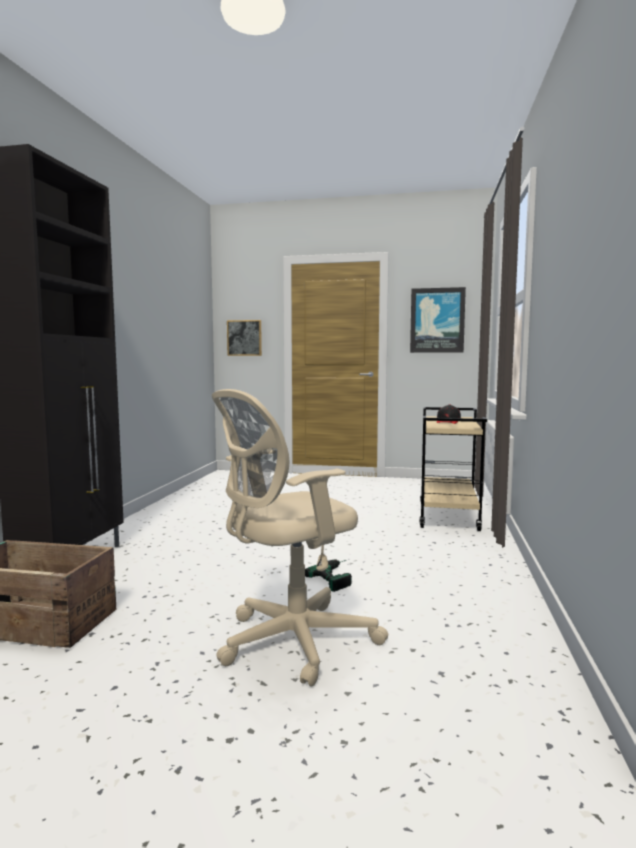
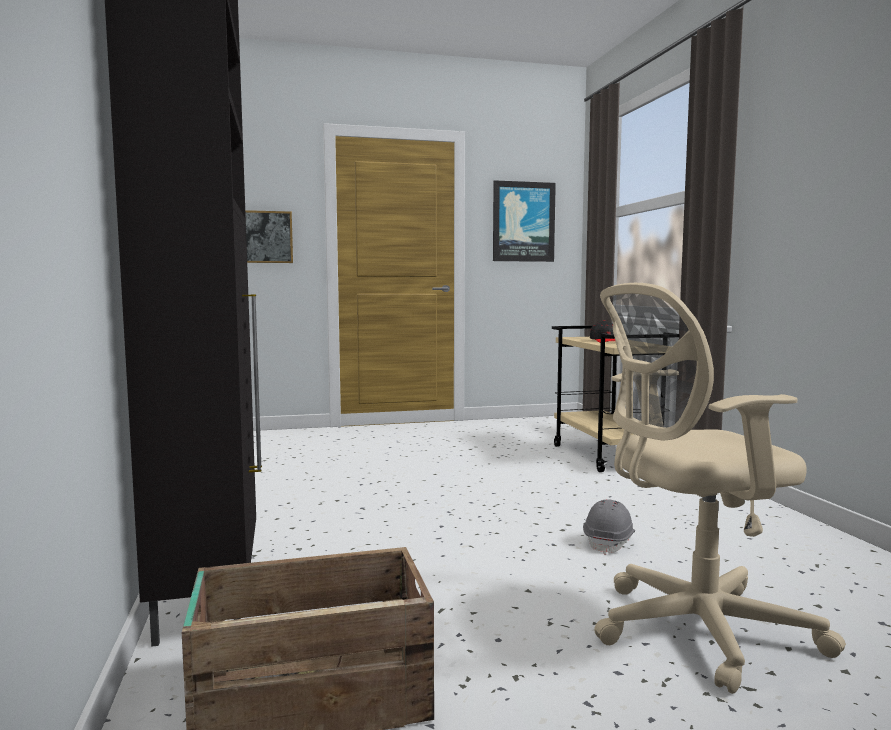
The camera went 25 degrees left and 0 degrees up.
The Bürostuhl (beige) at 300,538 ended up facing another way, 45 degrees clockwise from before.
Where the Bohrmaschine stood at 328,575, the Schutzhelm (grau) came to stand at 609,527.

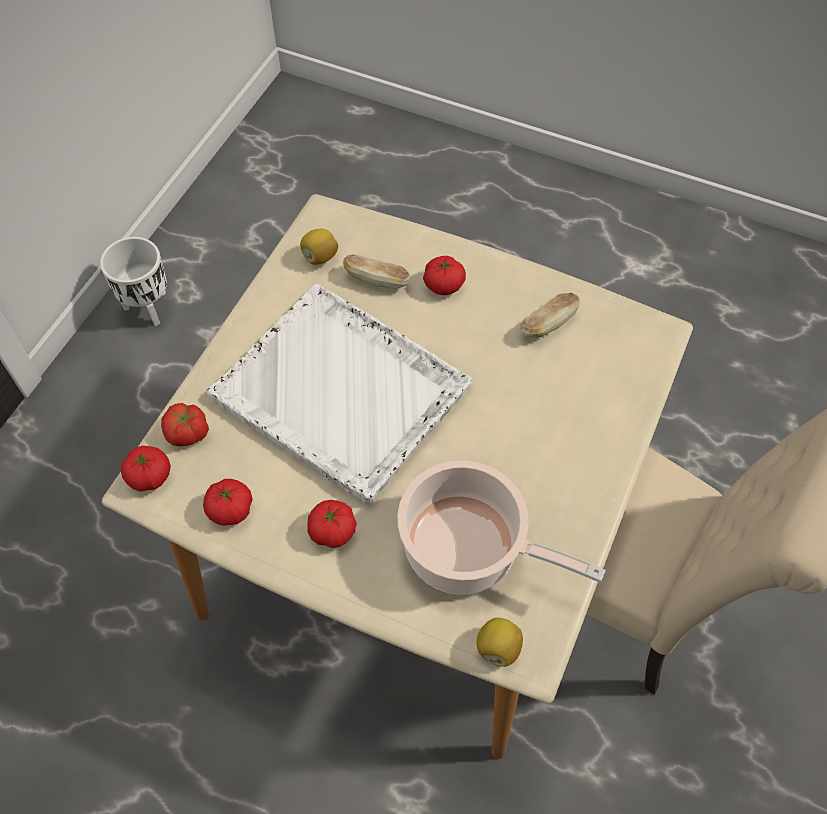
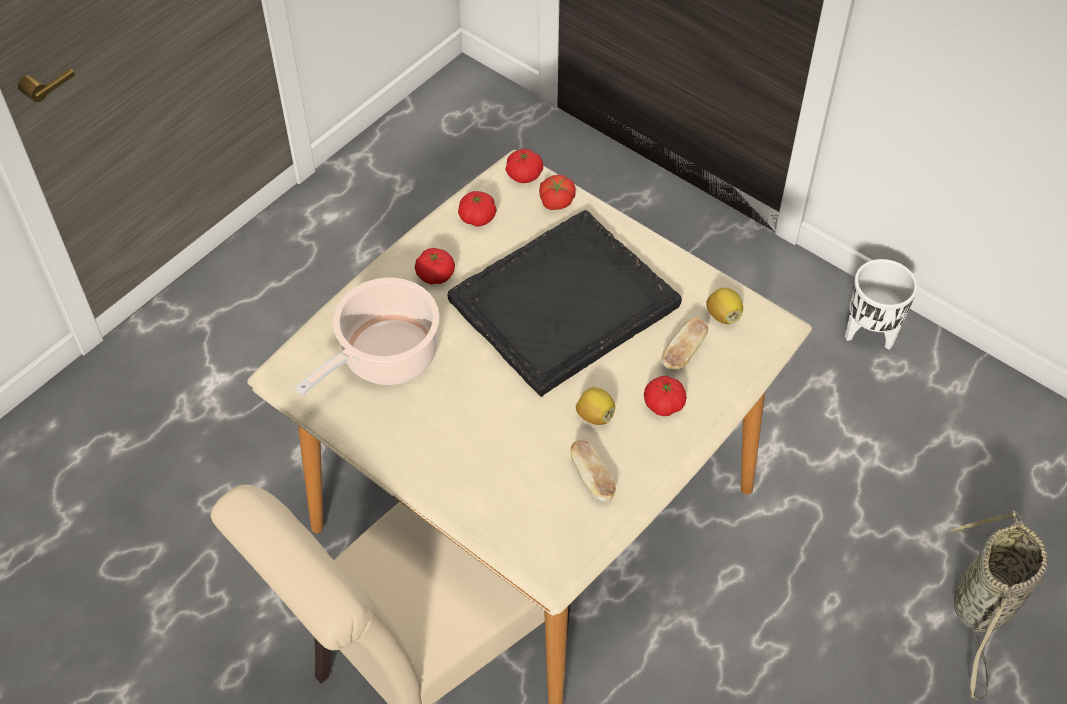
The camera went 105 degrees right and 5 degrees down.
What was the Tablett (weiß) at 339,394 turned into the Tablett (schwarz) at 565,303.
The Zitrone ended up elsewhere, having gone from 500,642 to 595,406.
The second view gained the Korb at 999,605.

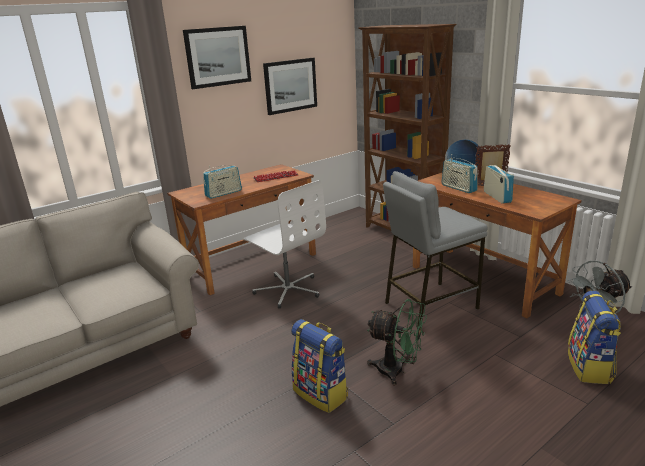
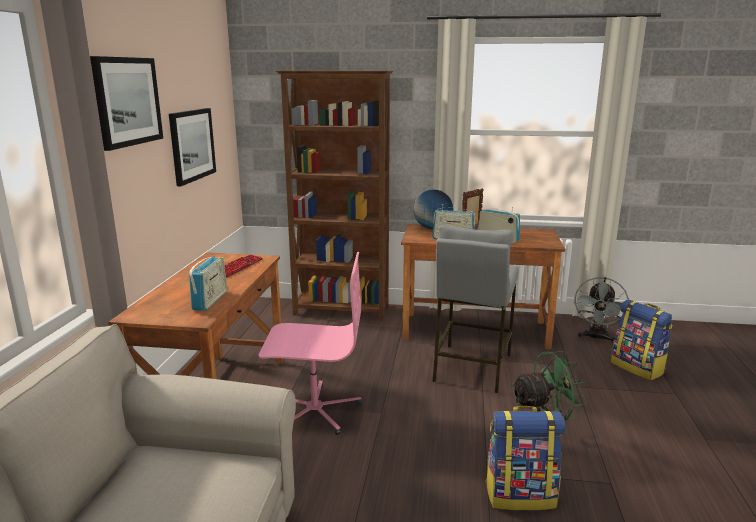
The camera went 45 degrees left and 5 degrees down.
What was the Bürostuhl (weiß) at 284,244 turned into the Bürostuhl (rosa) at 310,343.

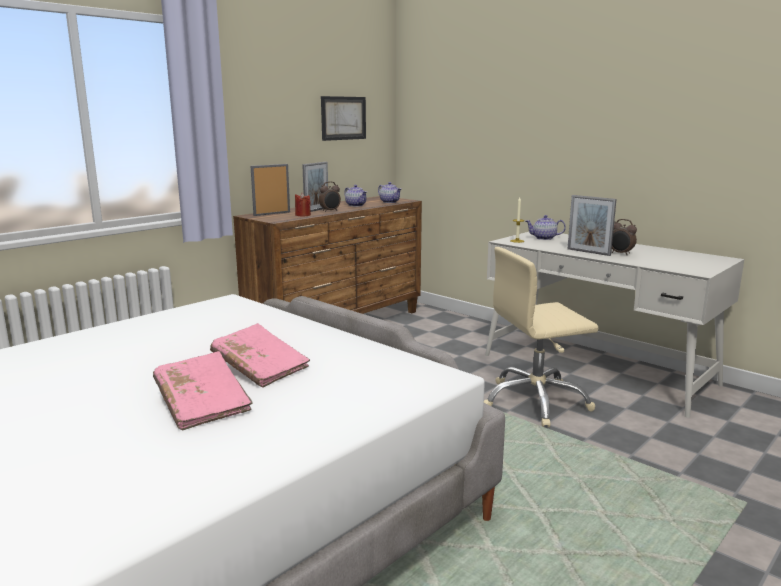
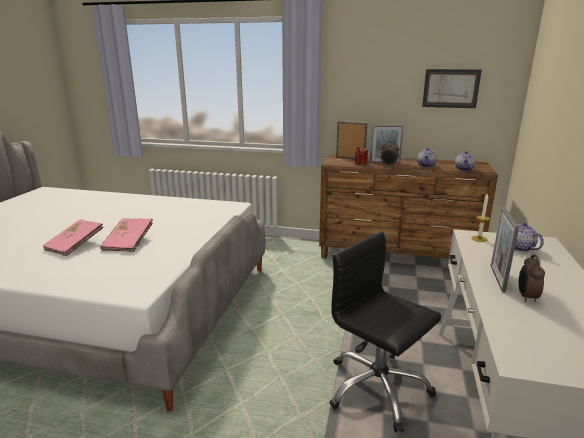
The camera went 60 degrees right and 5 degrees up.
What was the Bürostuhl (beige) at 541,337 turned into the Bürostuhl (schwarz) at 385,332.

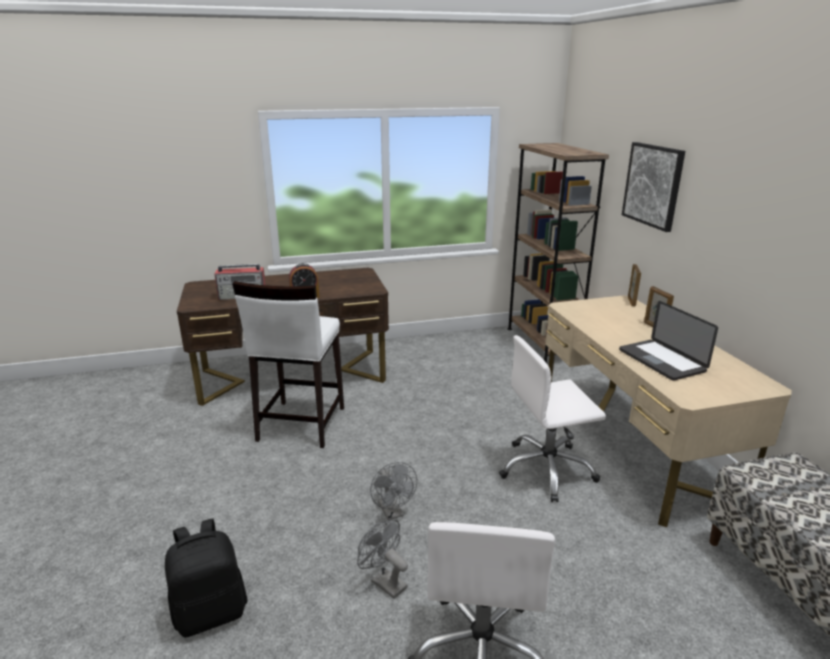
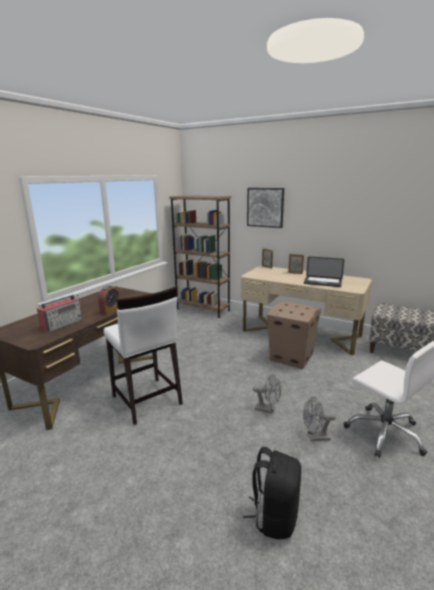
The camera went 45 degrees left and 5 degrees down.
Where the Bürostuhl (weiß) stood at 552,418, the Karton came to stand at 294,335.

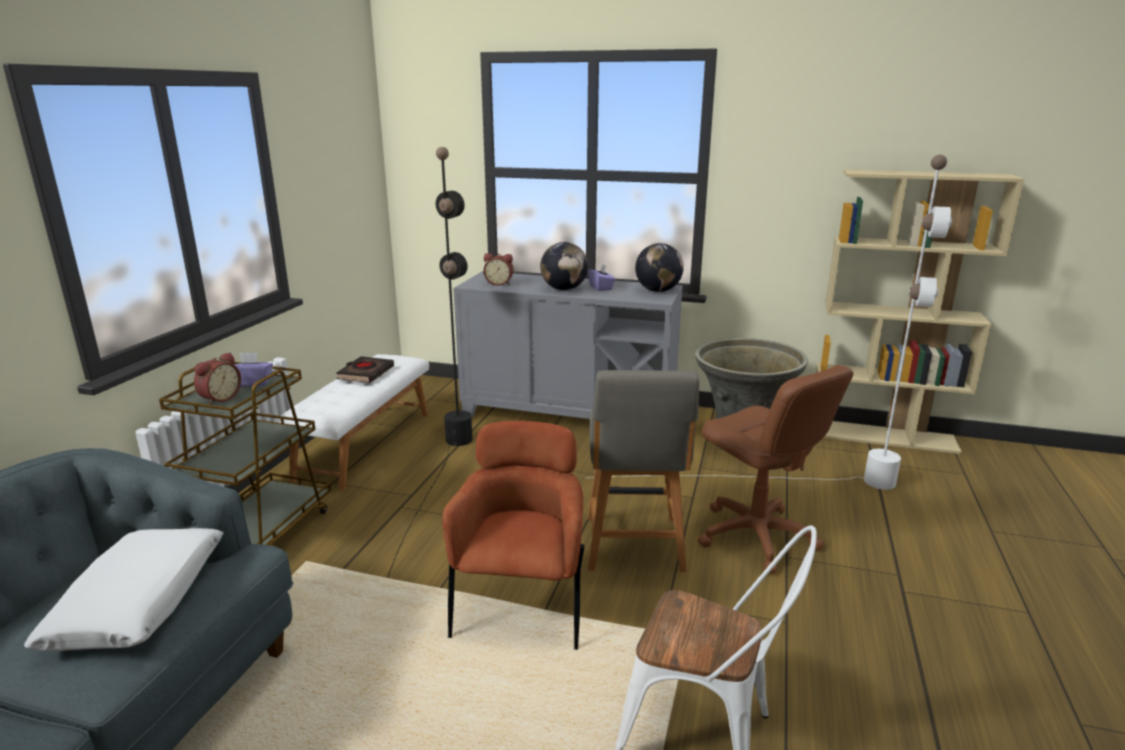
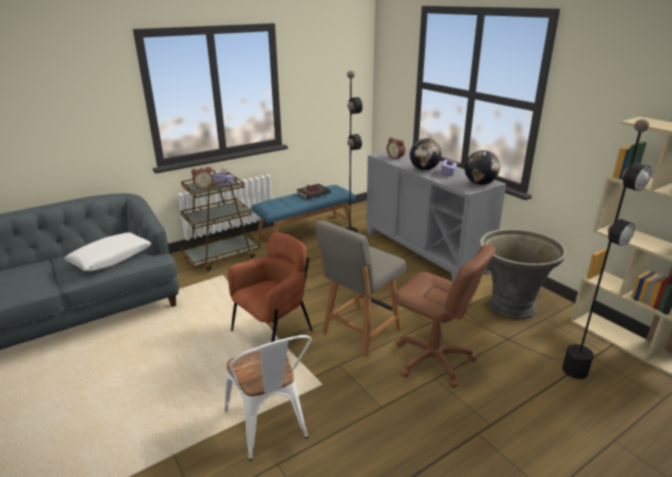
The camera went 40 degrees right and 5 degrees up.
What was the Bank (weiß) at 351,422 turned into the Bank (blau) at 303,212.
What was the Stehlampe (weiß) at 771,322 turned into the Stehlampe (schwarz) at 519,249.
The Bürostuhl (braun) at 775,469 ended up facing another way, 60 degrees counterclockwise from before.

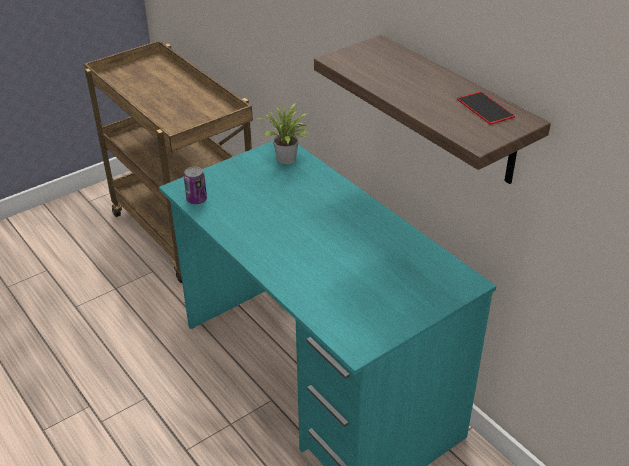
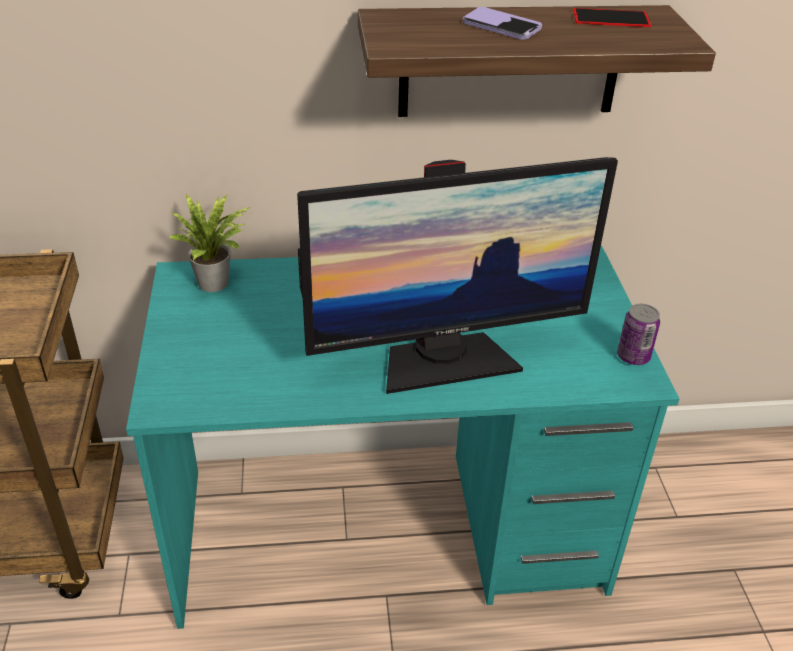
The camera went 60 degrees left and 0 degrees up.
The Dose ended up elsewhere, having gone from 195,185 to 638,334.
The second view gained the Monitor at 457,275.
The second view gained the Handy at 502,23.

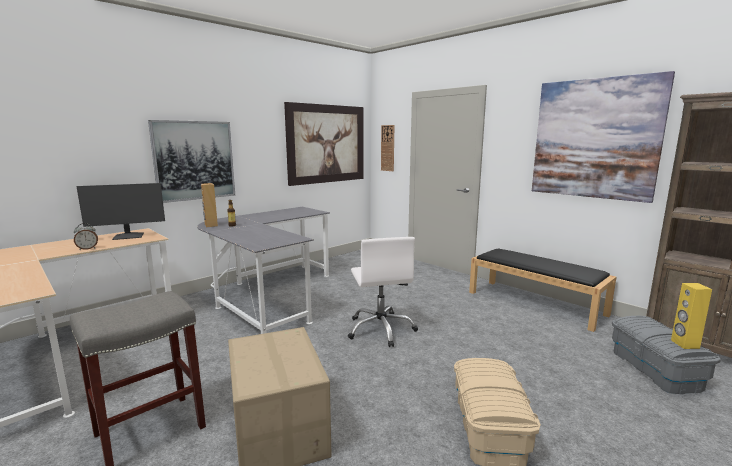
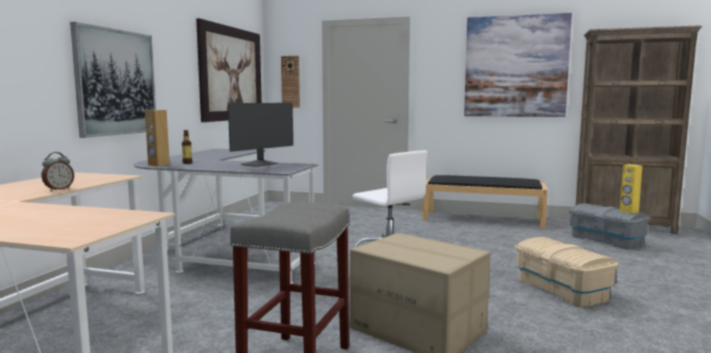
The camera went 30 degrees left and 5 degrees down.
The Monitor ended up elsewhere, having gone from 121,211 to 260,135.

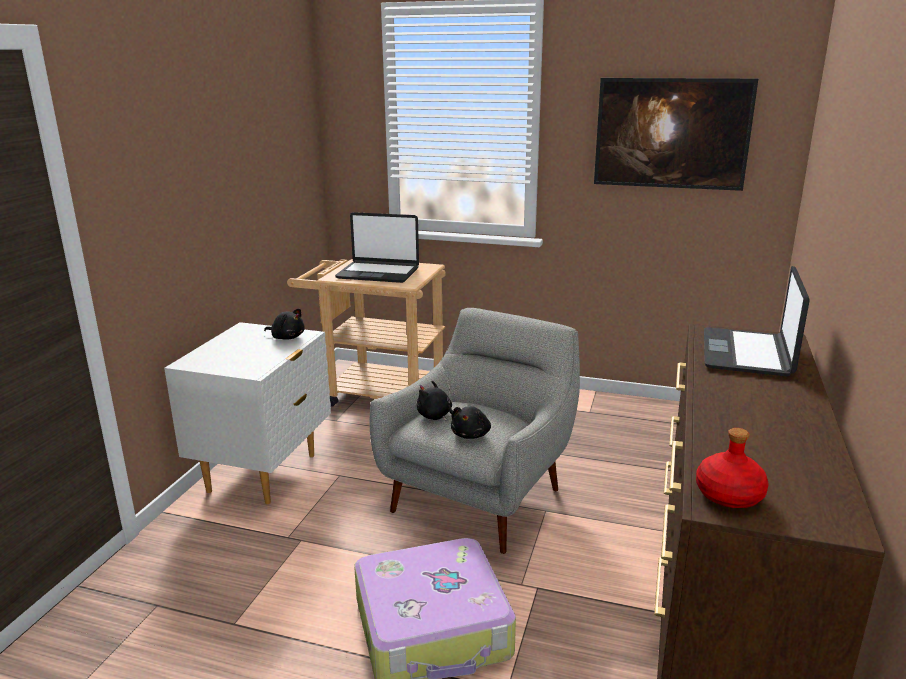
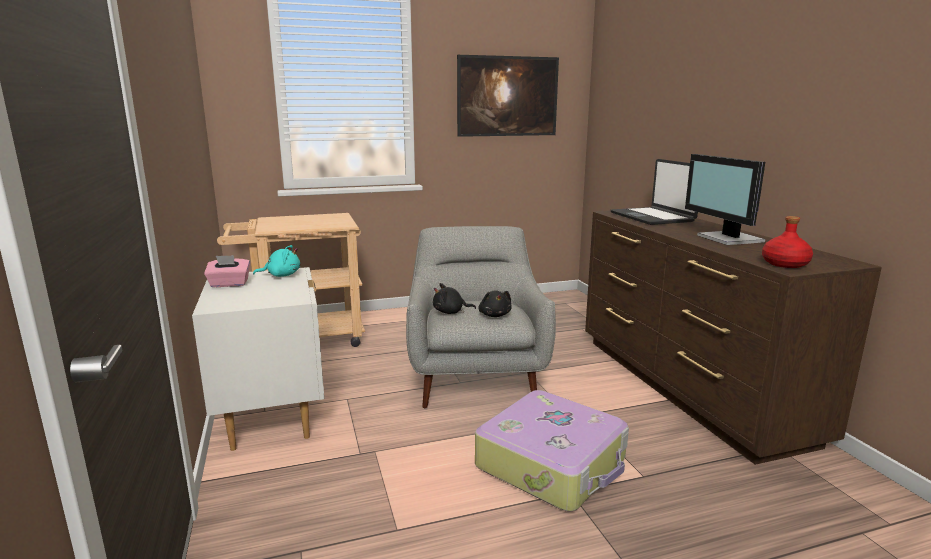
The camera went 35 degrees left and 5 degrees down.
What was the Plüschtier (schwarz) at 284,324 turned into the Plüschtier (türkis) at 276,261.
The second view lost the Laptop at 377,247.
The second view gained the Taschentuchbox (rosa) at 227,271.
The second view gained the Monitor at 725,199.

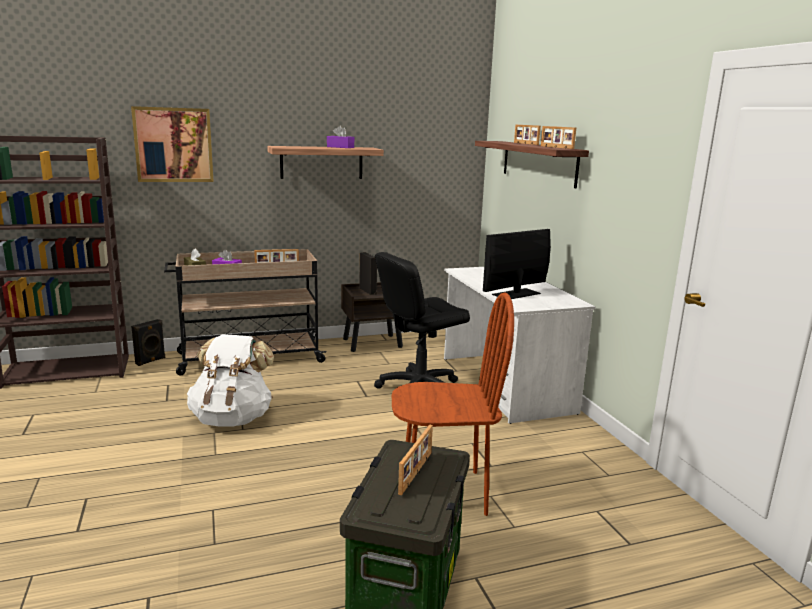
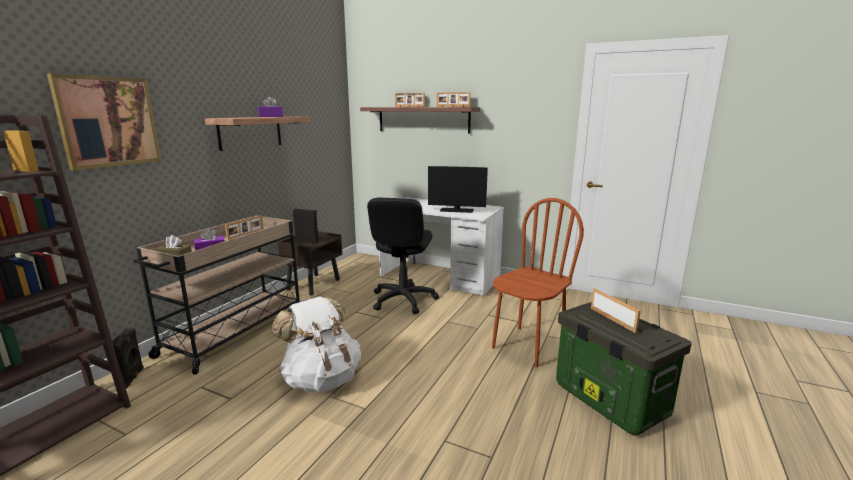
The camera went 45 degrees left and 0 degrees up.
The Monitor at 517,264 ended up facing another way, 90 degrees counterclockwise from before.

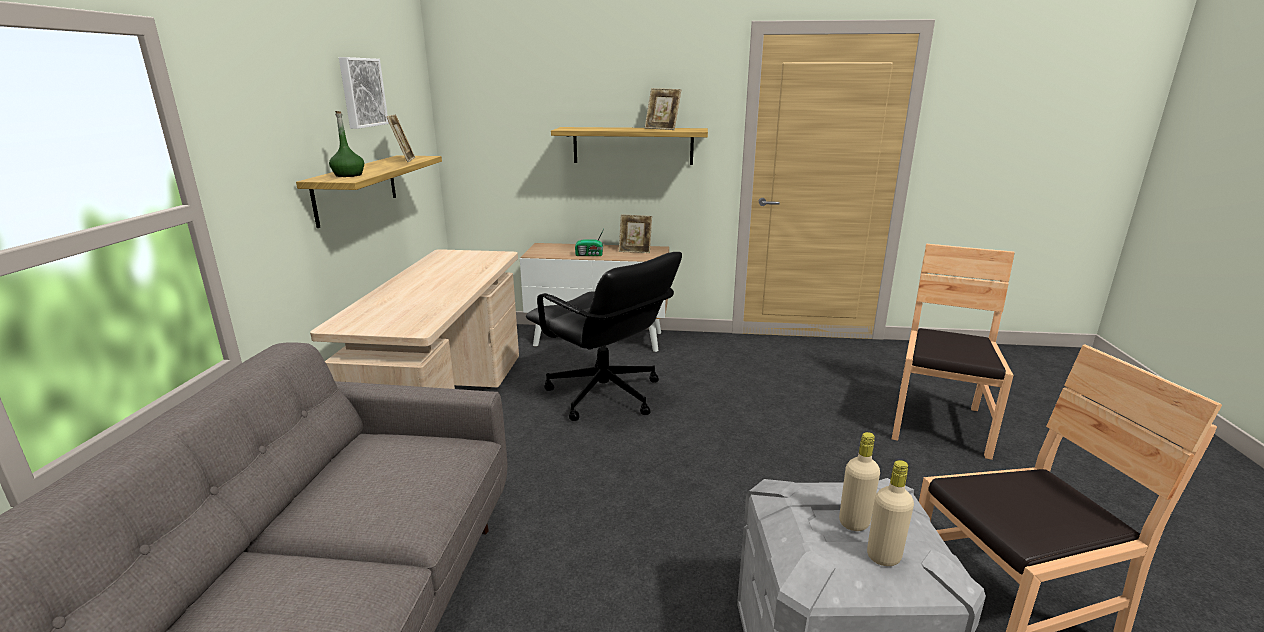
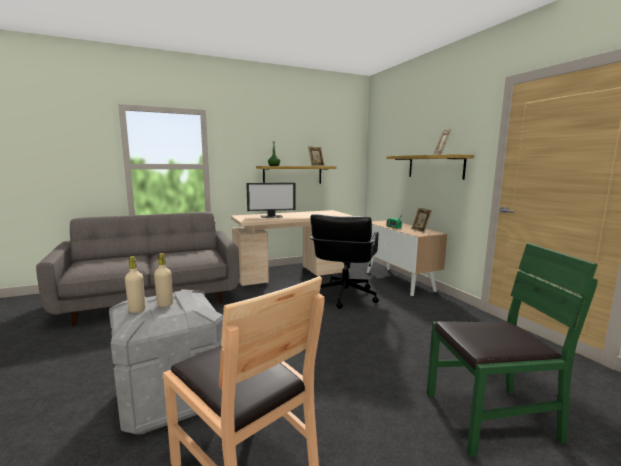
The camera went 60 degrees right and 10 degrees down.
The second view lost the Bild at 364,93.
What was the Stuhl (braun) at 953,352 turned into the Stuhl (grün) at 512,350.
The second view gained the Monitor at 270,200.

